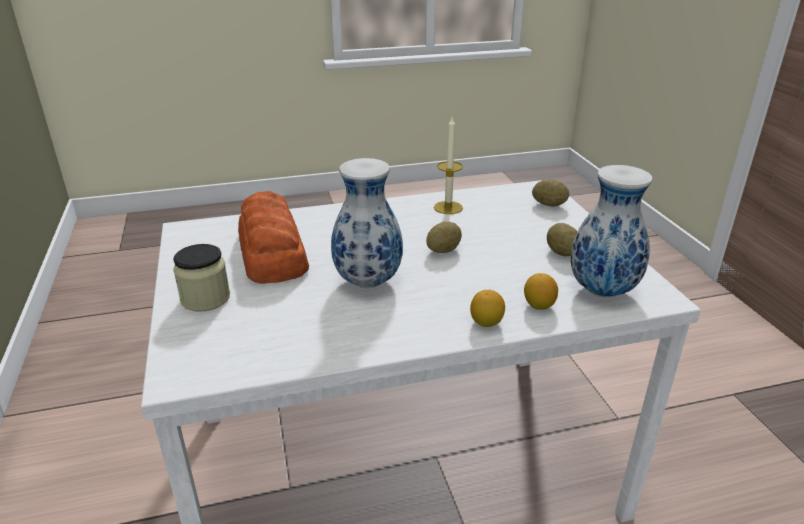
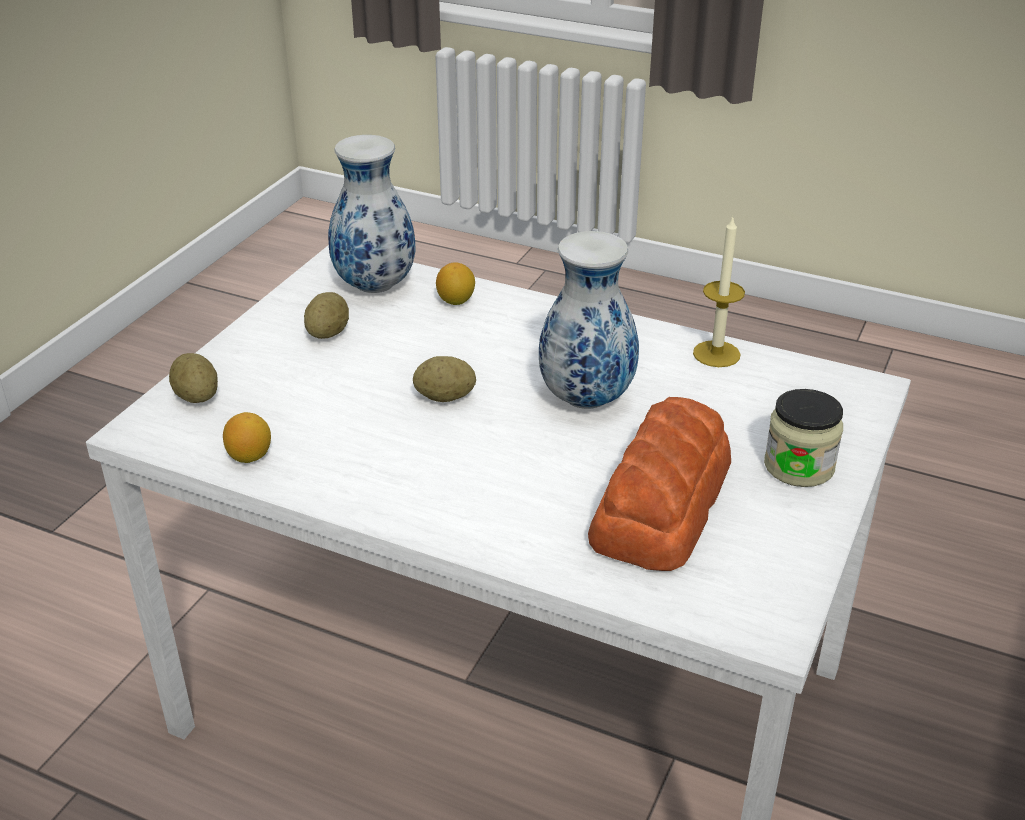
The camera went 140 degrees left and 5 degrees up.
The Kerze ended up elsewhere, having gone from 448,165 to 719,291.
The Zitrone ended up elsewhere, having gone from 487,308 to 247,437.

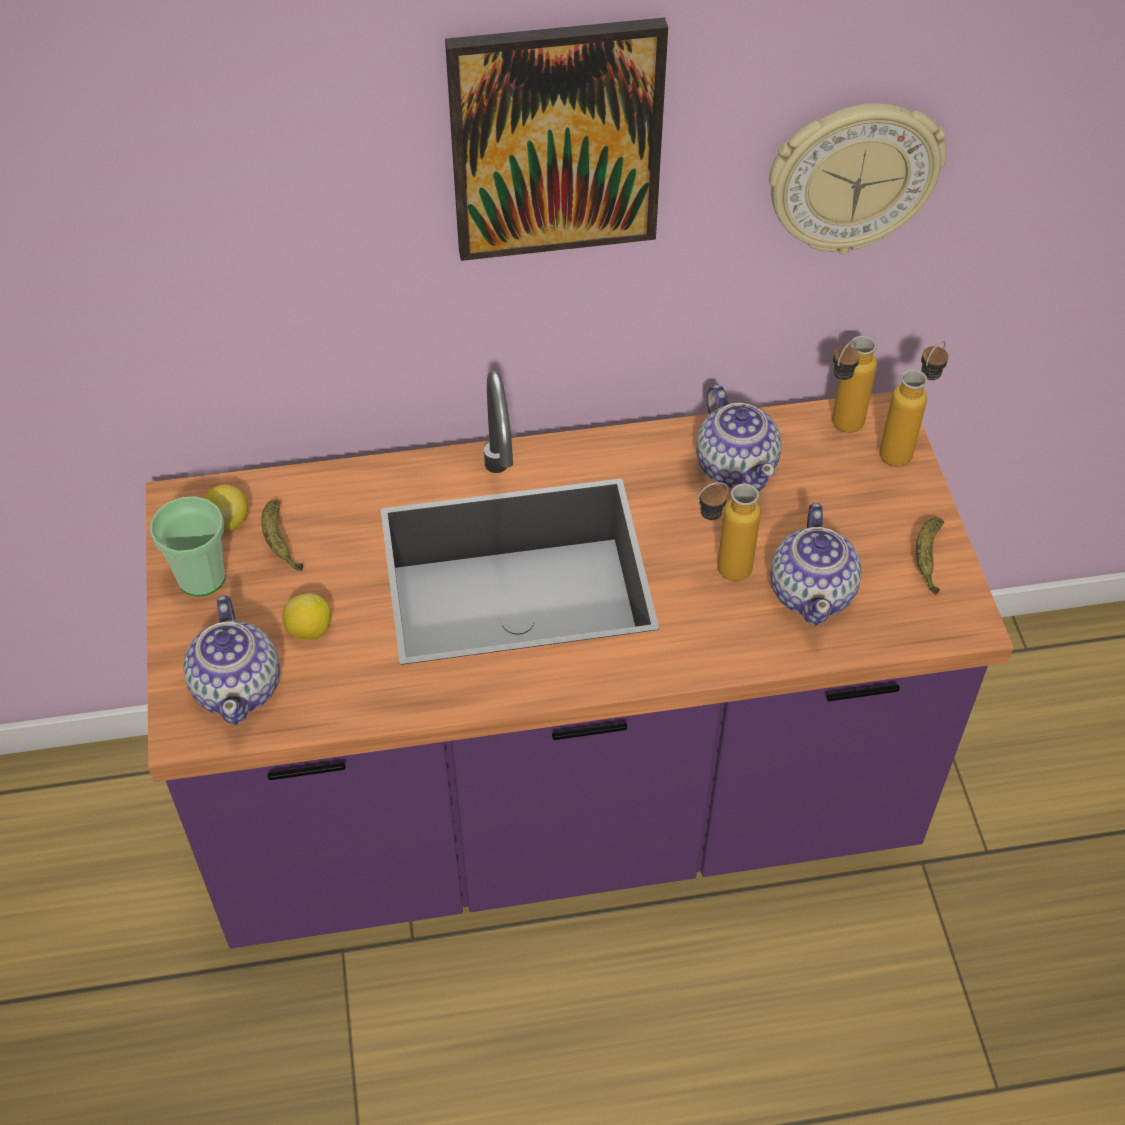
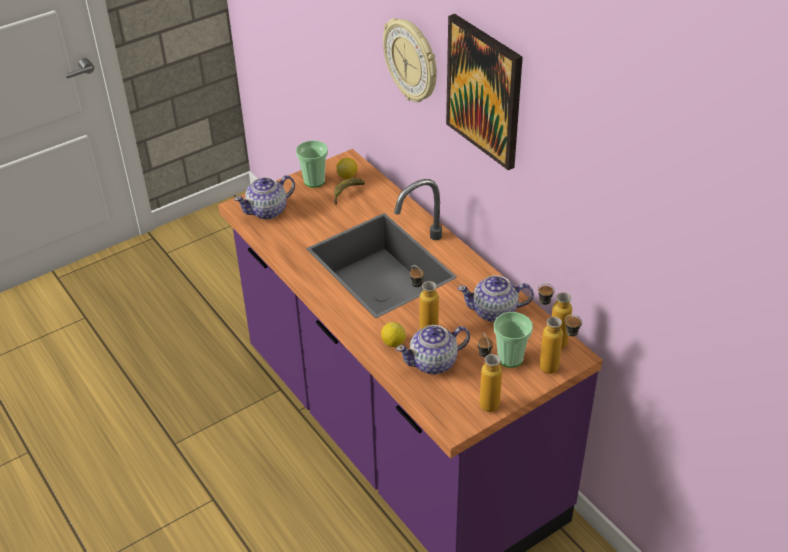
The camera went 65 degrees right and 10 degrees down.
The Zitrone ended up elsewhere, having gone from 306,616 to 393,334.
The Teekanne at 738,438 ended up facing another way, 45 degrees clockwise from before.
The Wanduhr ended up elsewhere, having gone from 857,179 to 410,60.
Where the Banane stood at 930,556, the Flasche came to stand at 490,372.
The second view gained the Tasse at 513,340.

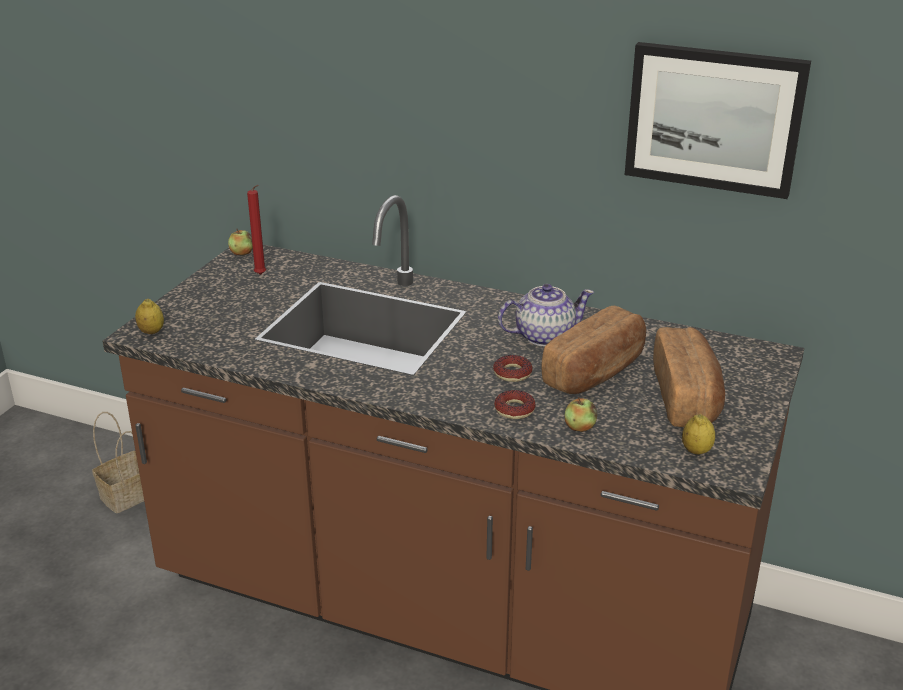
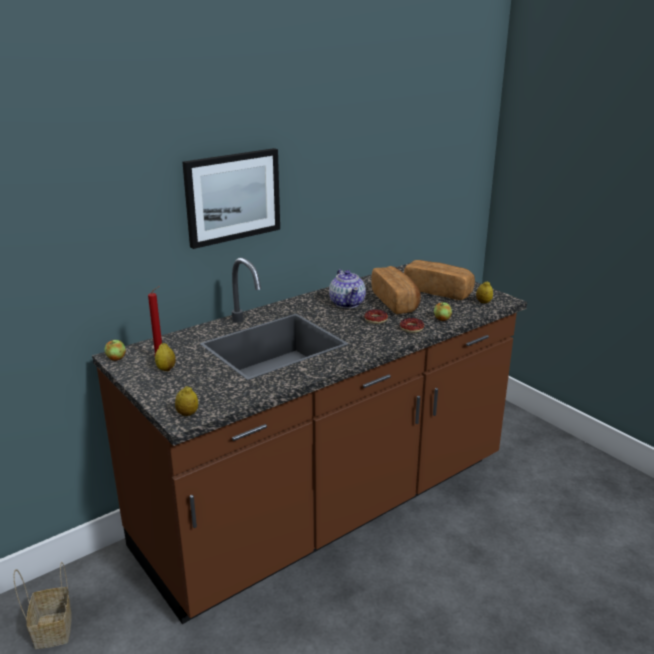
The camera went 60 degrees left and 5 degrees down.
The Teekanne at 546,315 ended up facing another way, 150 degrees clockwise from before.
The Bild ended up elsewhere, having gone from 718,120 to 231,198.
The second view gained the Zitrone at 165,357.

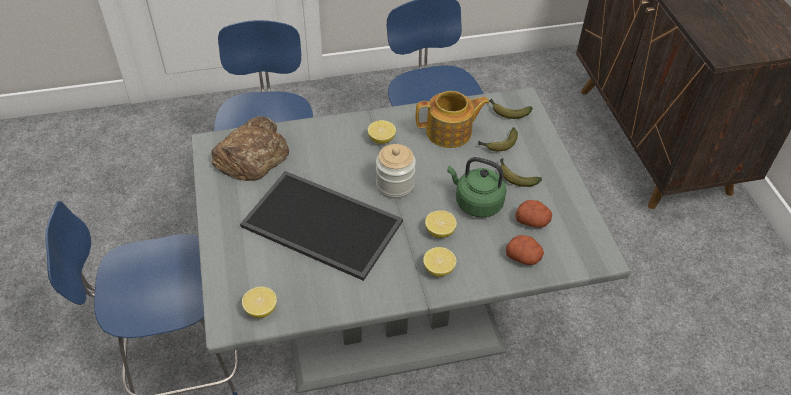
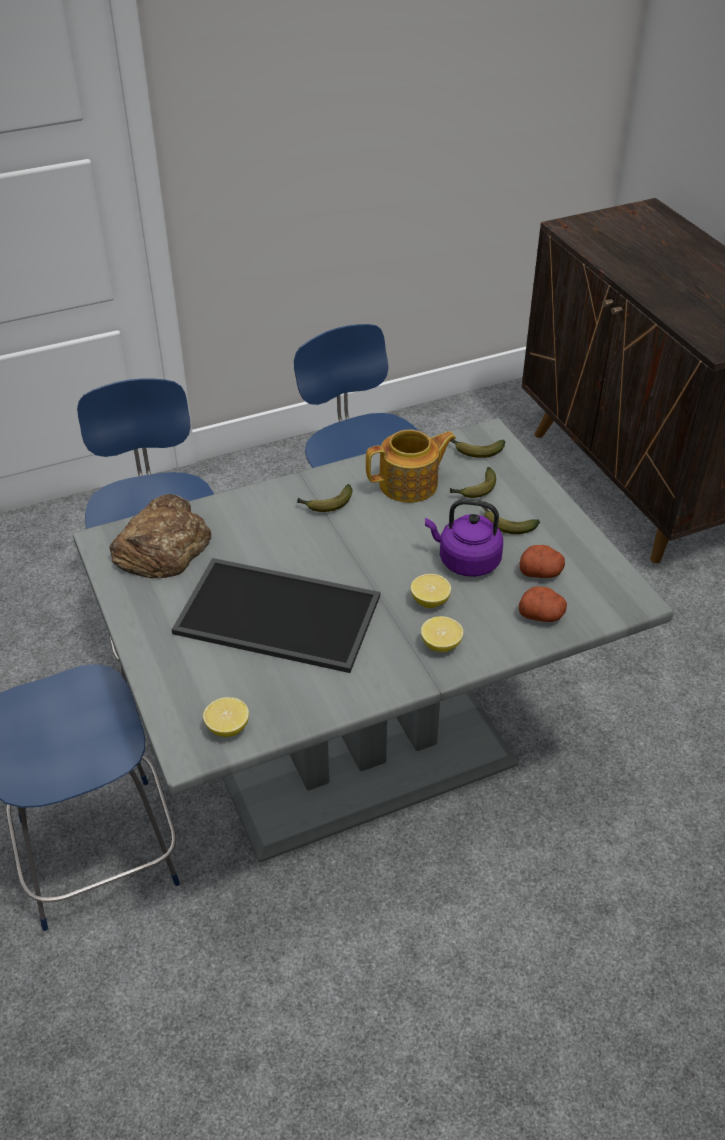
The camera went 10 degrees left and 5 degrees down.
Where the Zitrone stood at 382,132, the Banane came to stand at 324,498.
The second view lost the Vorratsglas at 396,171.
What was the Wasserkessel (grün) at 476,187 turned into the Wasserkessel (lila) at 464,538.

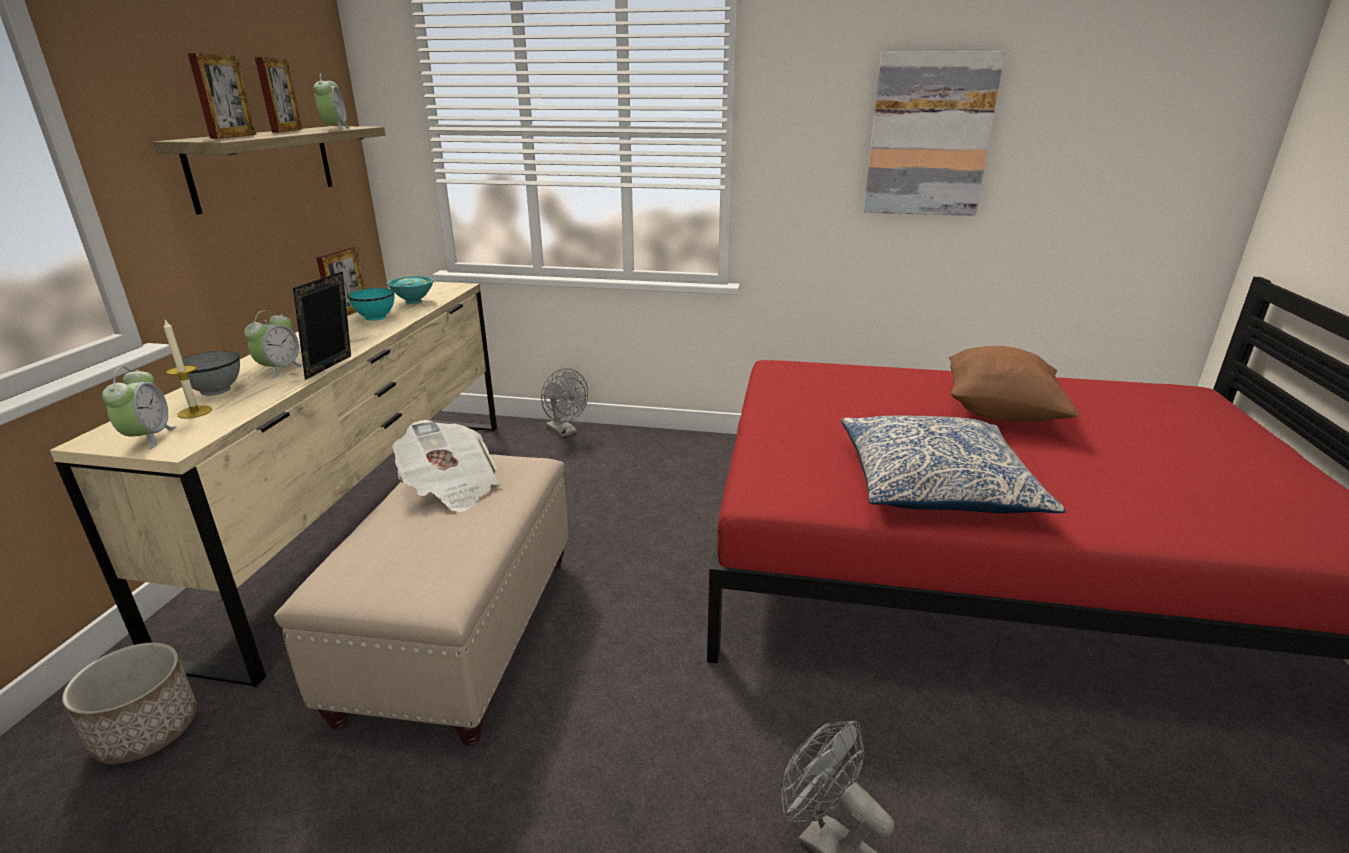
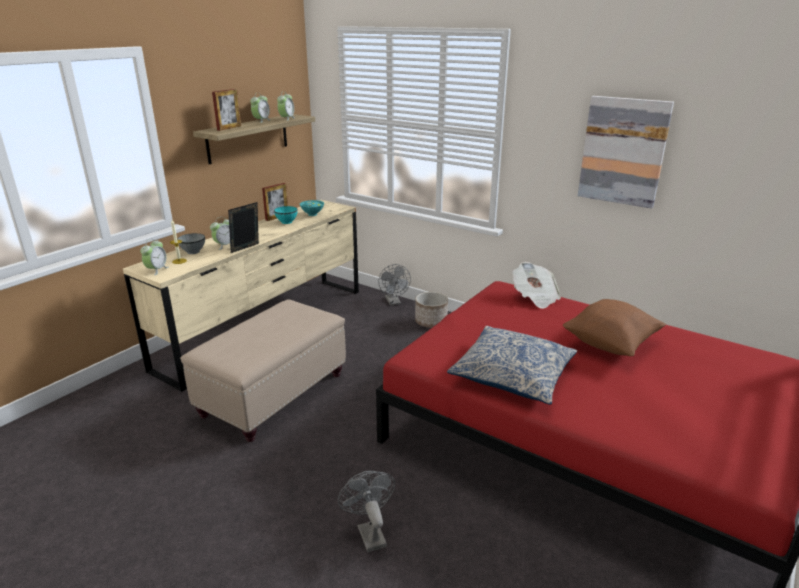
The camera went 25 degrees right and 0 degrees up.
The Pflanzkübel ended up elsewhere, having gone from 129,703 to 431,310.
Where the Bilderrahmen stood at 278,94, the Wecker came to stand at 260,108.
The Zeitung ended up elsewhere, having gone from 446,466 to 536,285.

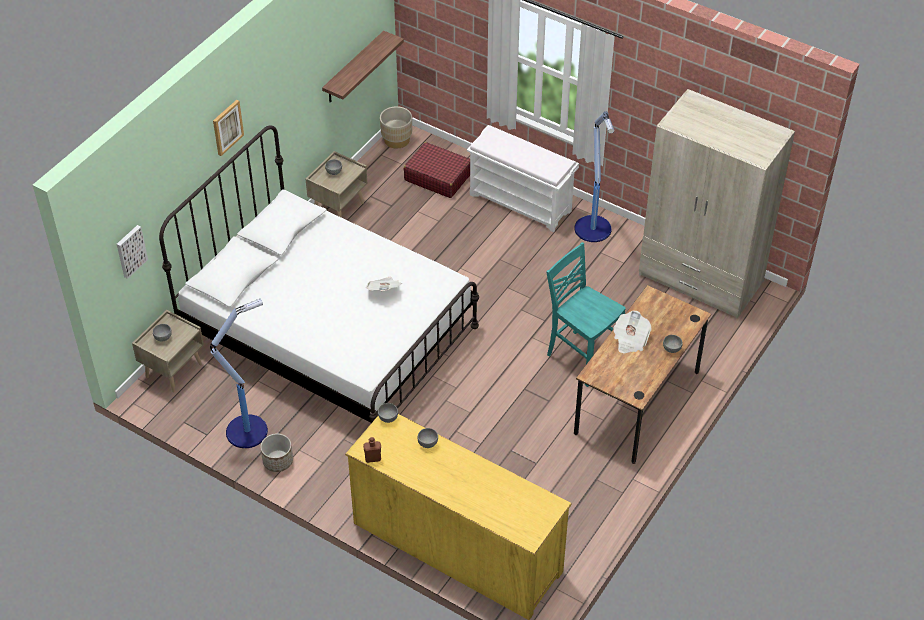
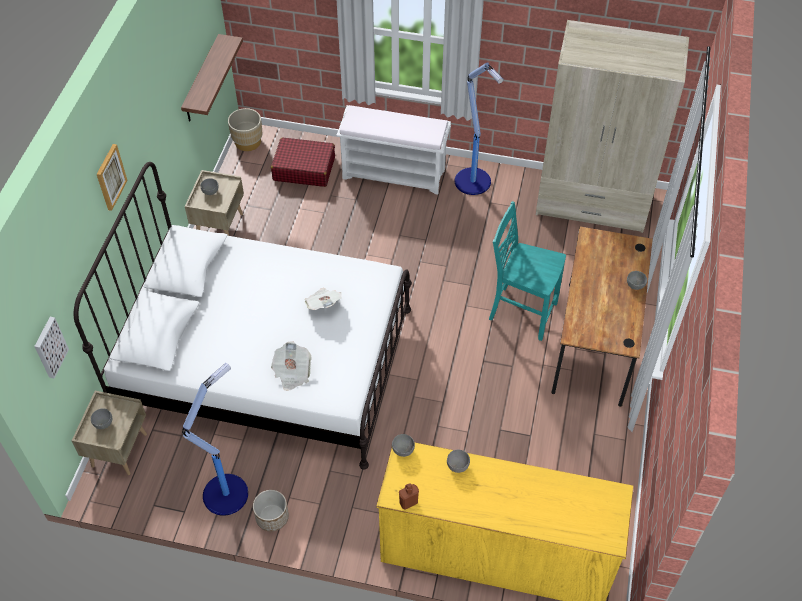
The camera went 20 degrees left and 5 degrees up.
The Zeitung ended up elsewhere, having gone from 632,332 to 291,366.

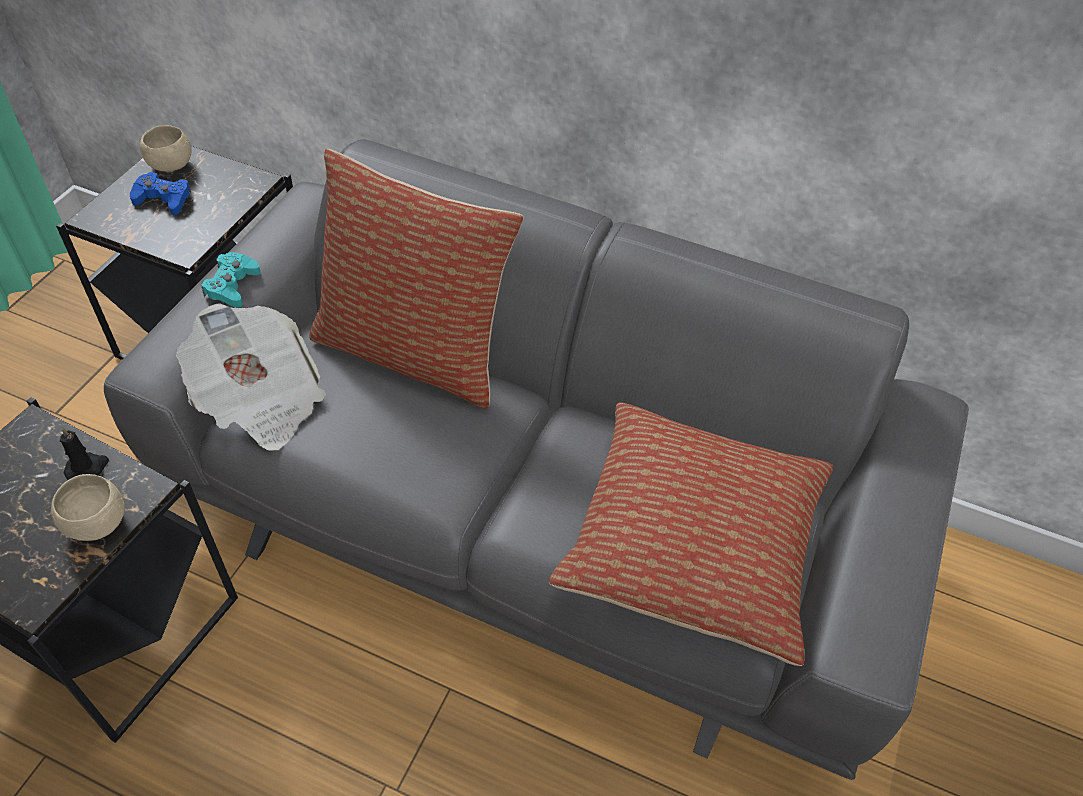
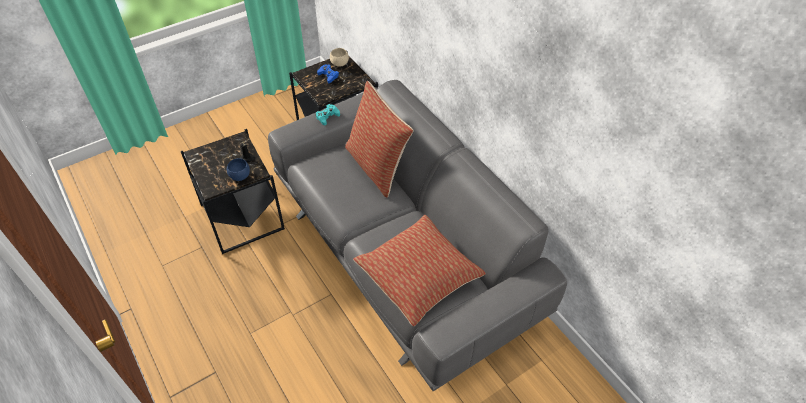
The camera went 35 degrees right and 0 degrees up.
What was the Schüssel (beige) at 88,507 turned into the Schüssel (blau) at 238,169.
The second view lost the Zeitung at 251,377.

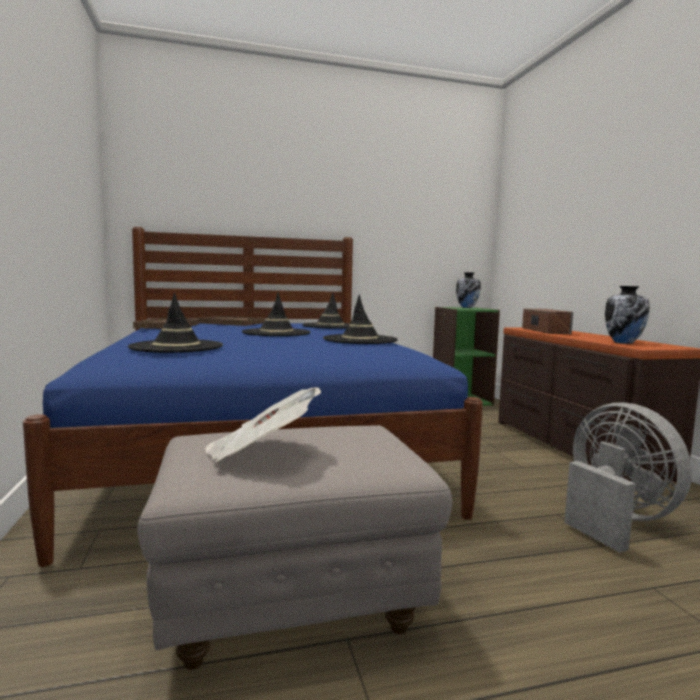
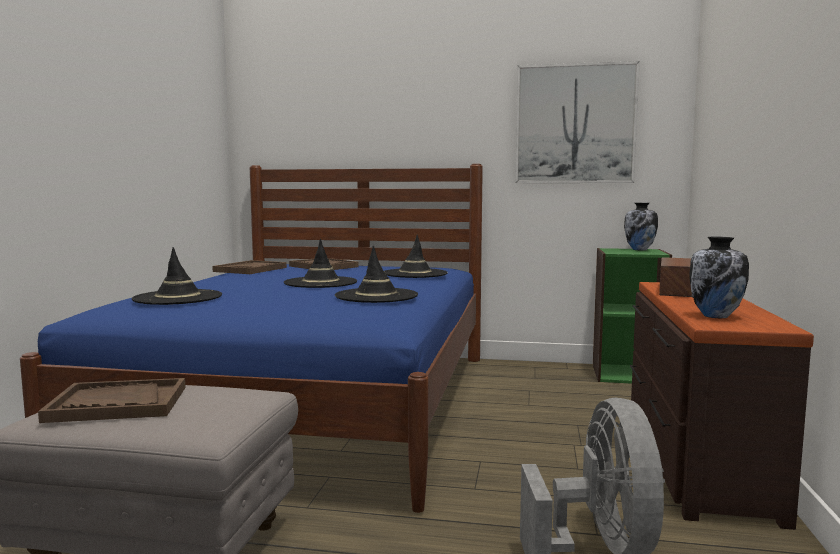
The camera went 25 degrees right and 0 degrees up.
Where the Zeitung stood at 263,425, the Tablett (braun) came to stand at 112,400.
The second view gained the Bild at 577,122.

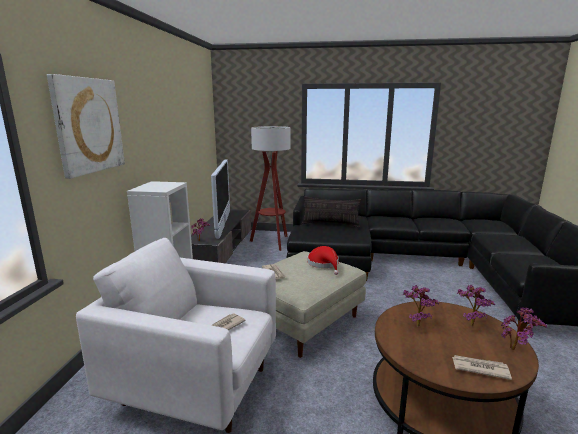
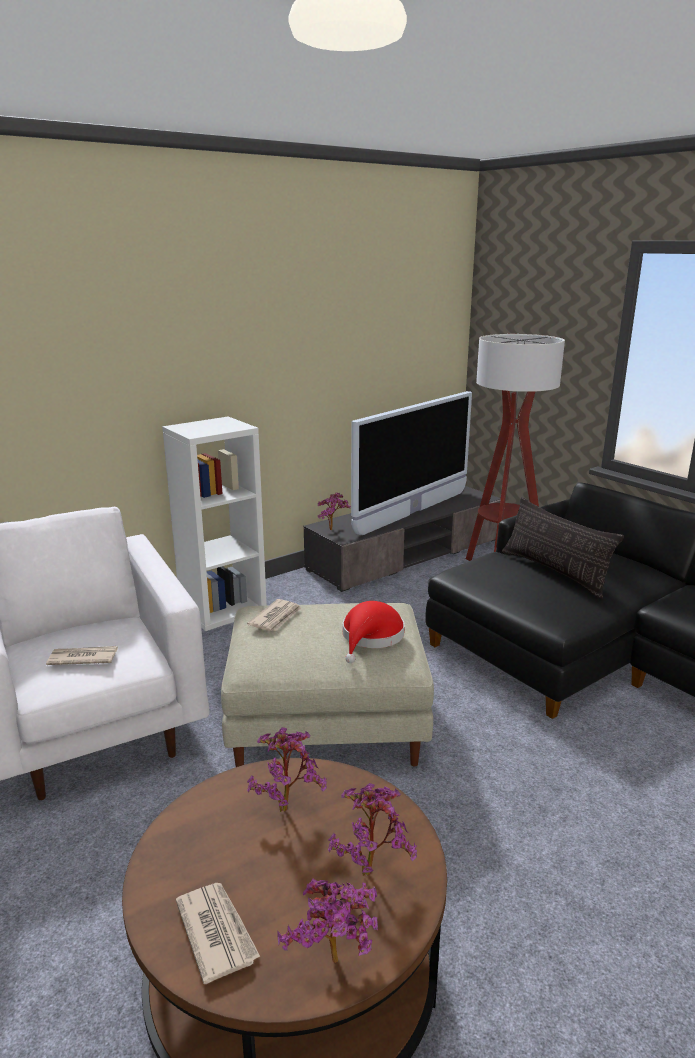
The camera went 45 degrees right and 5 degrees up.
The second view lost the Bild at 86,126.

